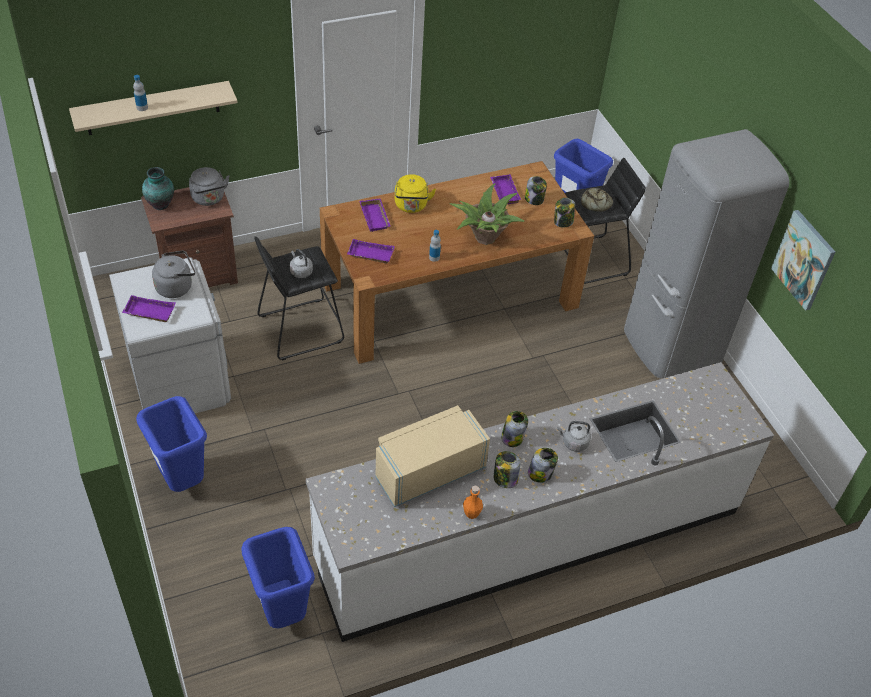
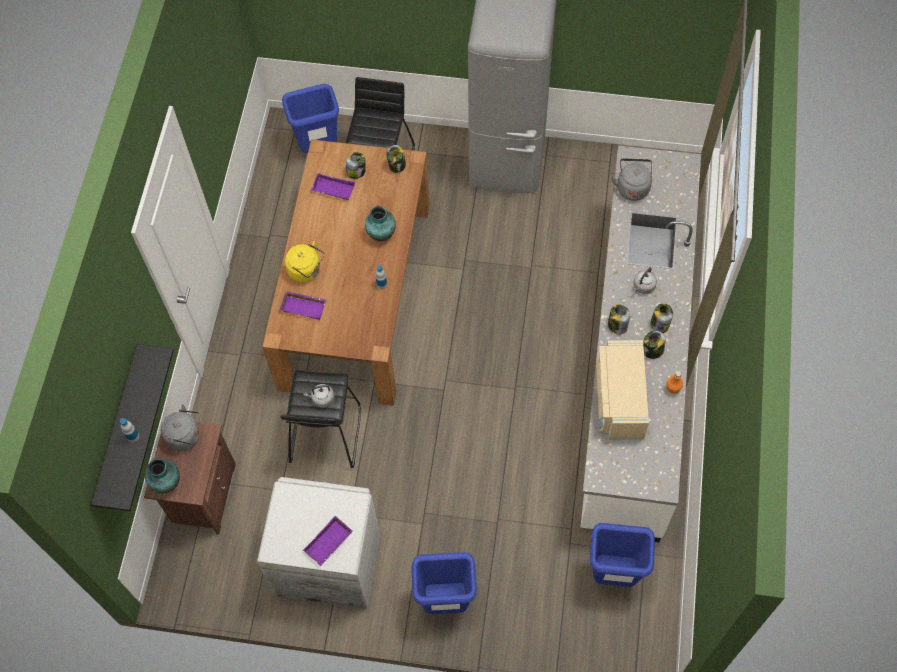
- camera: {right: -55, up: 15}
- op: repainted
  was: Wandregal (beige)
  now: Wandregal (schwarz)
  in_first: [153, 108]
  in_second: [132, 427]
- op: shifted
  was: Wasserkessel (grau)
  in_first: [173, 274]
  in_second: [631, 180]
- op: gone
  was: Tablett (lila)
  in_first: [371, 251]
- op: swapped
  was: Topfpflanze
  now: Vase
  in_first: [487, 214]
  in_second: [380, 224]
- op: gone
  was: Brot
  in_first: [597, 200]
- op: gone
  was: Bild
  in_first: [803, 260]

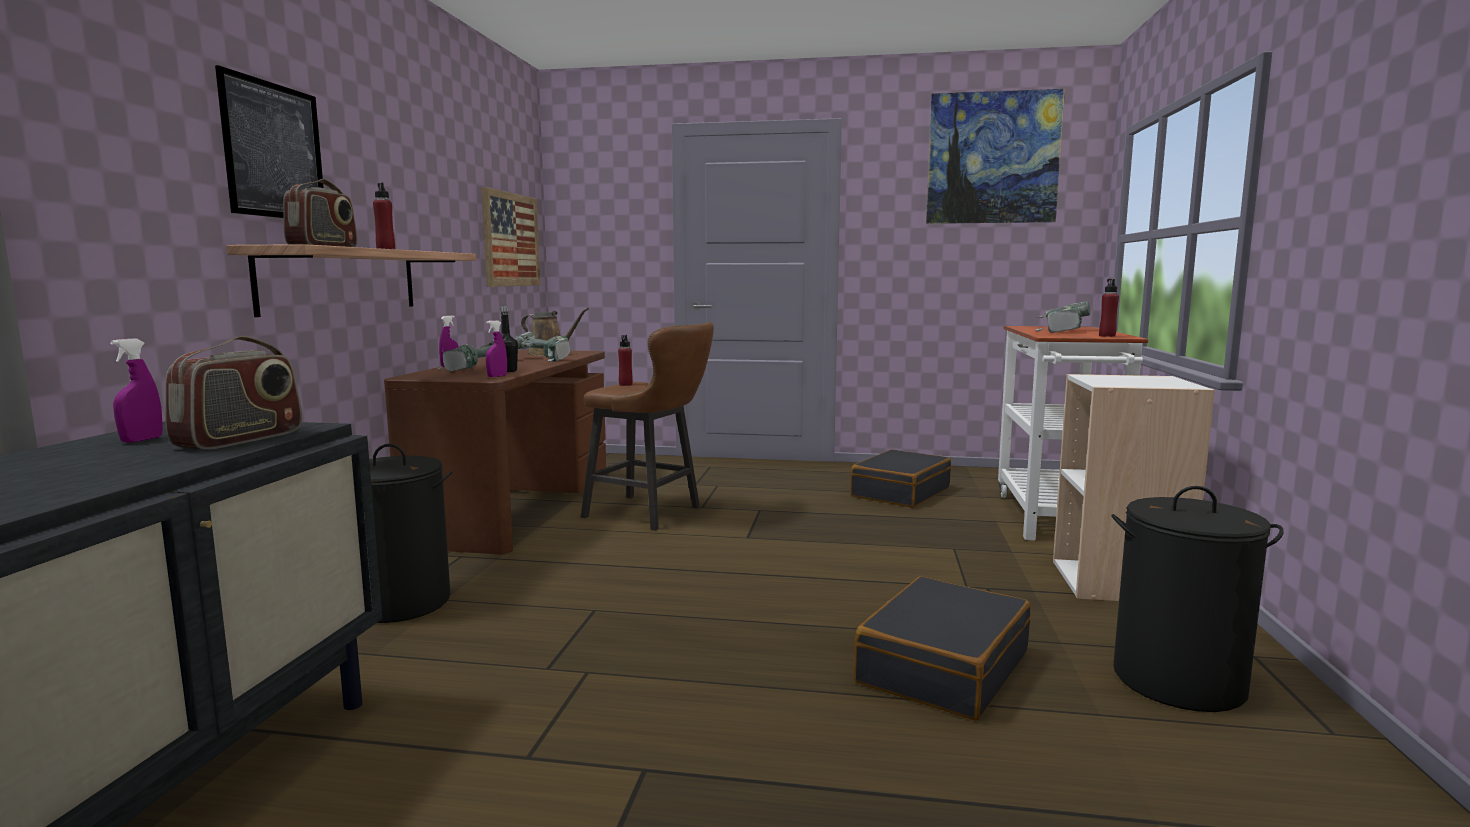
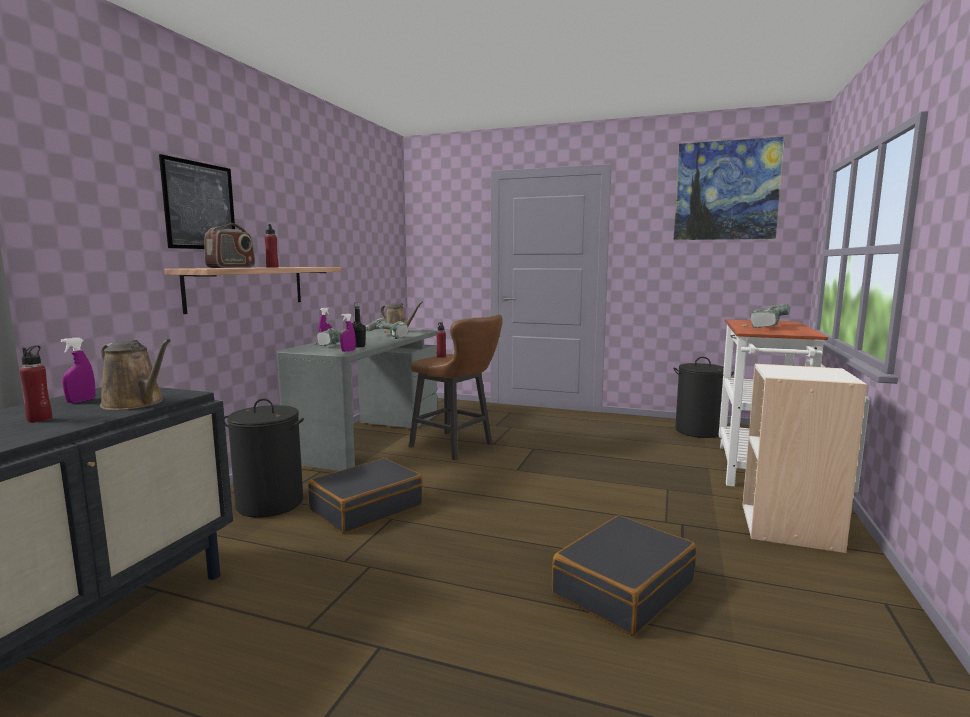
- camera: {right: 10, up: 0}
- op: swapped
  was: Radio
  now: Gießkanne (braun)
  in_first: [233, 393]
  in_second: [135, 374]
- op: repainted
  was: Schreibtisch (braun)
  now: Schreibtisch (grau)
  in_first: [495, 452]
  in_second: [356, 400]
- op: gone
  was: Bild
  in_first: [510, 237]
- op: shifted
  was: Koffer (schwarz)
  in_first: [900, 478]
  in_second: [365, 496]
- op: shifted
  was: Flasche (rot)
  in_first: [1109, 308]
  in_second: [35, 384]
- op: shifted
  was: Wäschekorb (schwarz)
  in_first: [1197, 599]
  in_second: [703, 397]

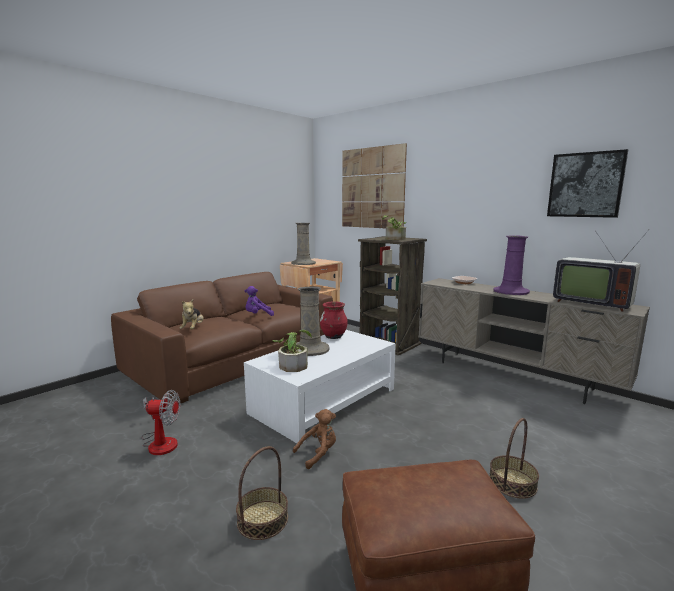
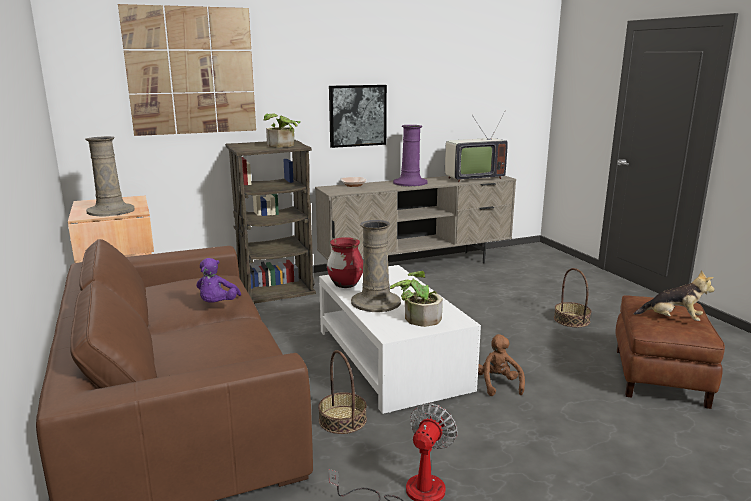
- camera: {right: -65, up: 5}
- op: shifted
  was: Plüschtier
  in_first: [192, 314]
  in_second: [674, 295]
- op: shifted
  was: Korb
  in_first: [262, 493]
  in_second: [342, 392]
- op: shifted
  was: Bild
  in_first: [587, 183]
  in_second: [358, 116]

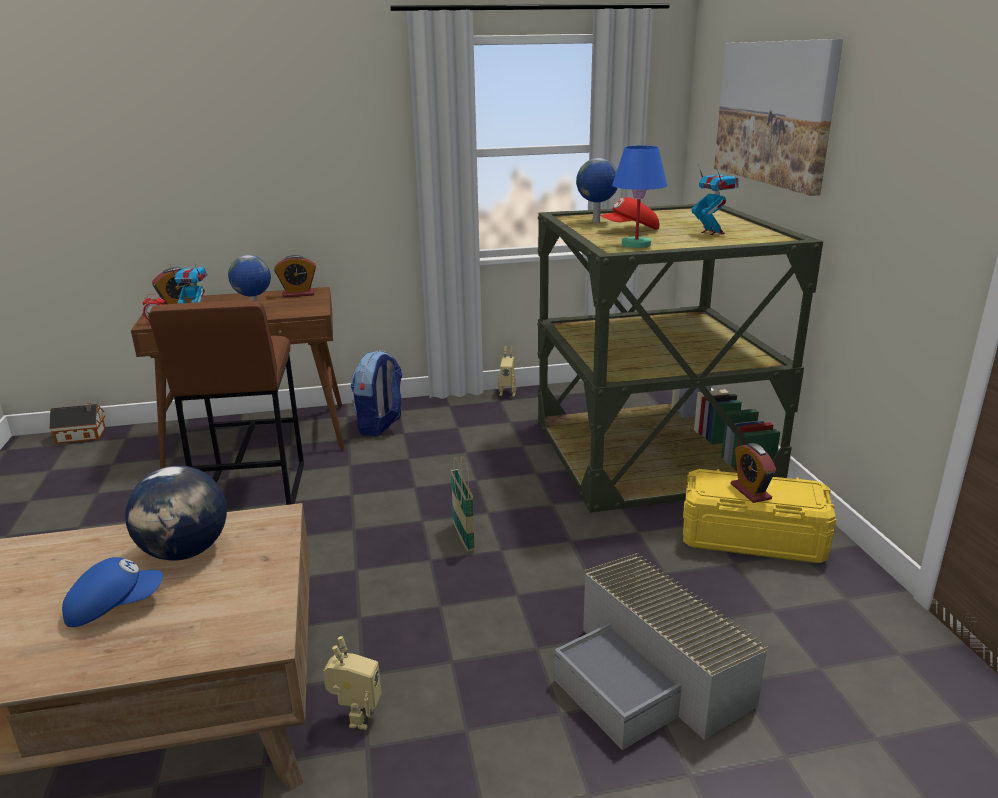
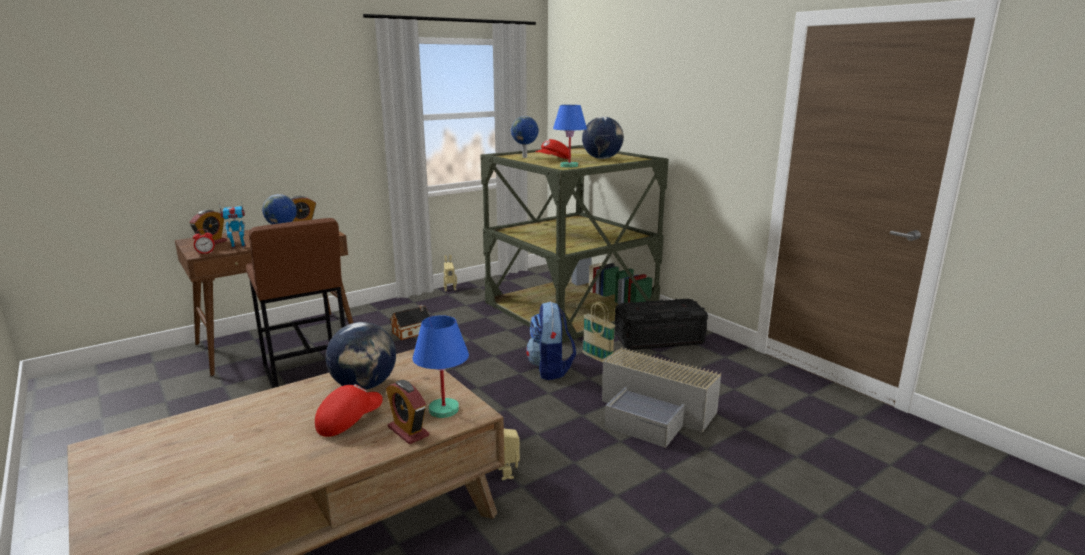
- camera: {right: -25, up: -5}
- op: shifted
  was: Spielzeughaus
  in_first: [77, 423]
  in_second: [410, 322]
- op: repainted
  was: Kappe (blau)
  now: Kappe (rot)
  in_first: [112, 592]
  in_second: [349, 410]
- op: shifted
  was: Rucksack
  in_first: [376, 393]
  in_second: [551, 340]
- op: shifted
  was: Korb
  in_first: [463, 504]
  in_second: [599, 332]
- op: repainted
  was: Aufbewahrungsbox (gelb)
  now: Aufbewahrungsbox (schwarz)
  in_first: [759, 516]
  in_second: [661, 324]
- op: swapped
  was: Spielzeugroboter
  now: Globus
  in_first: [715, 199]
  in_second: [603, 138]
- op: gone
  was: Bild
  in_first: [778, 117]
- op: shifted
  was: Wecker
  in_first: [753, 473]
  in_second: [407, 412]
- op: new
  now: Tischlampe (blau)
  in_second: [440, 366]

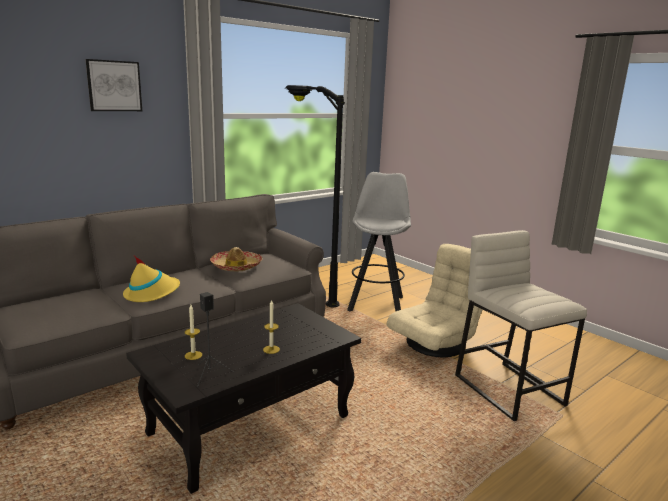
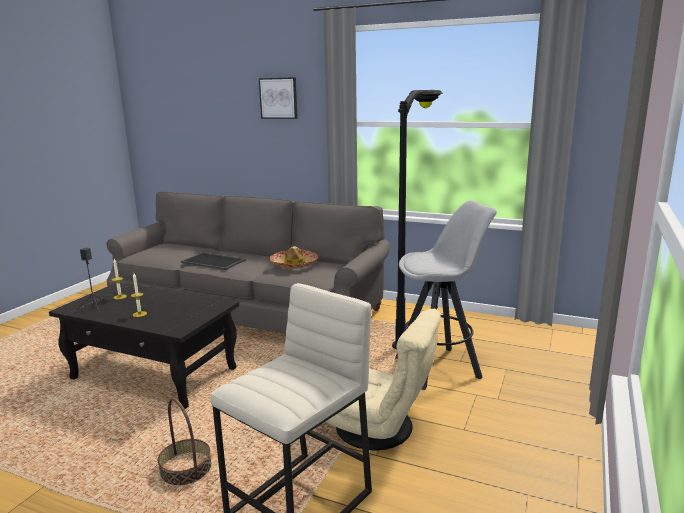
- camera: {right: 65, up: 0}
- op: swapped
  was: Hut (gelb)
  now: Tablett
  in_first: [151, 279]
  in_second: [213, 261]
- op: new
  now: Korb
  in_second: [185, 442]

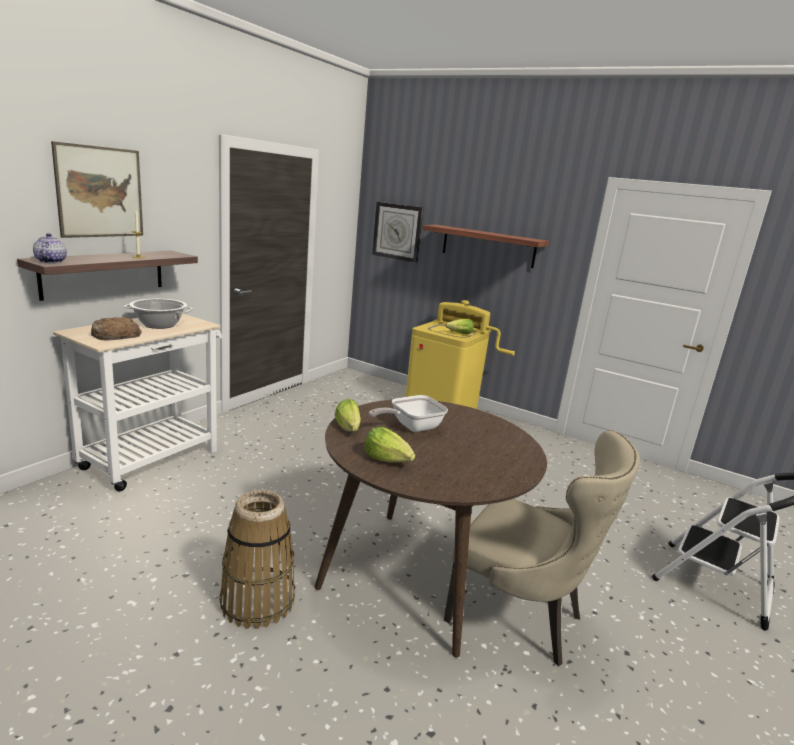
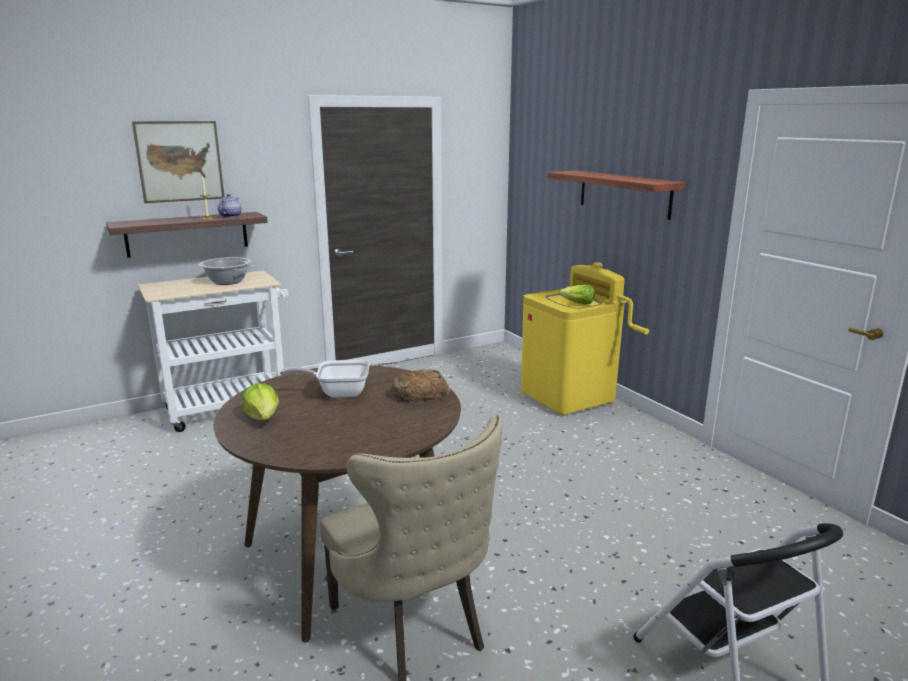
- camera: {right: 30, up: 0}
- op: shifted
  was: Teekanne
  in_first: [50, 248]
  in_second: [229, 206]
- op: shifted
  was: Brot
  in_first: [116, 328]
  in_second: [421, 386]
- op: gone
  was: Korb
  in_first: [257, 559]
- op: gone
  was: Salatkopf
  in_first: [347, 415]
- op: gone
  was: Wanduhr
  in_first: [398, 232]

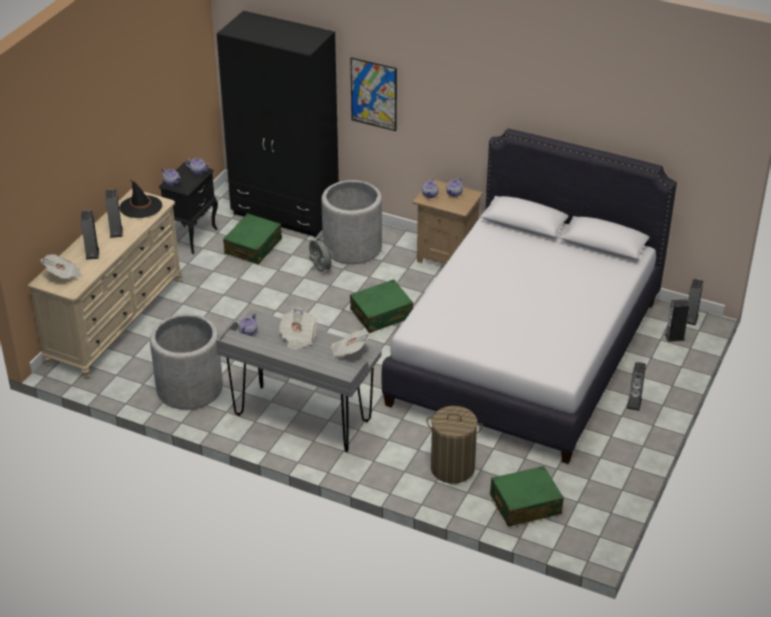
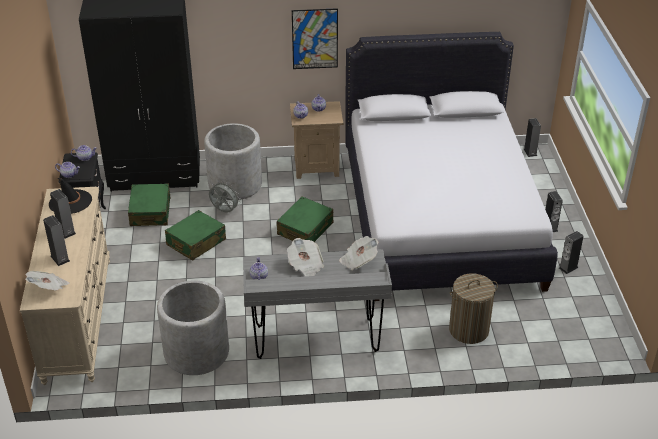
- camera: {right: -30, up: 0}
- op: shifted
  was: Bild
  in_first: [374, 94]
  in_second: [315, 38]
- op: shifted
  was: Koffer (grün)
  in_first: [527, 496]
  in_second: [195, 235]
- op: shifted
  was: Lautsprecher
  in_first: [677, 320]
  in_second: [571, 252]

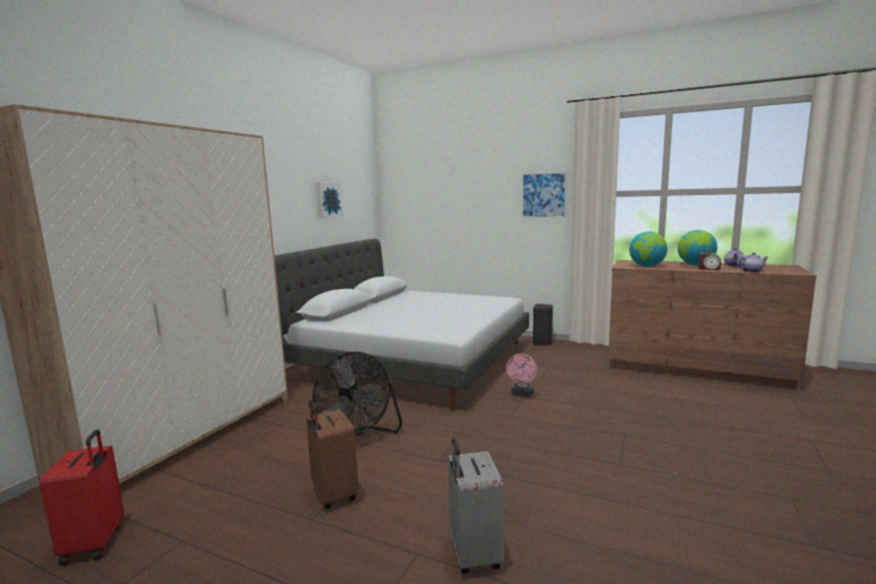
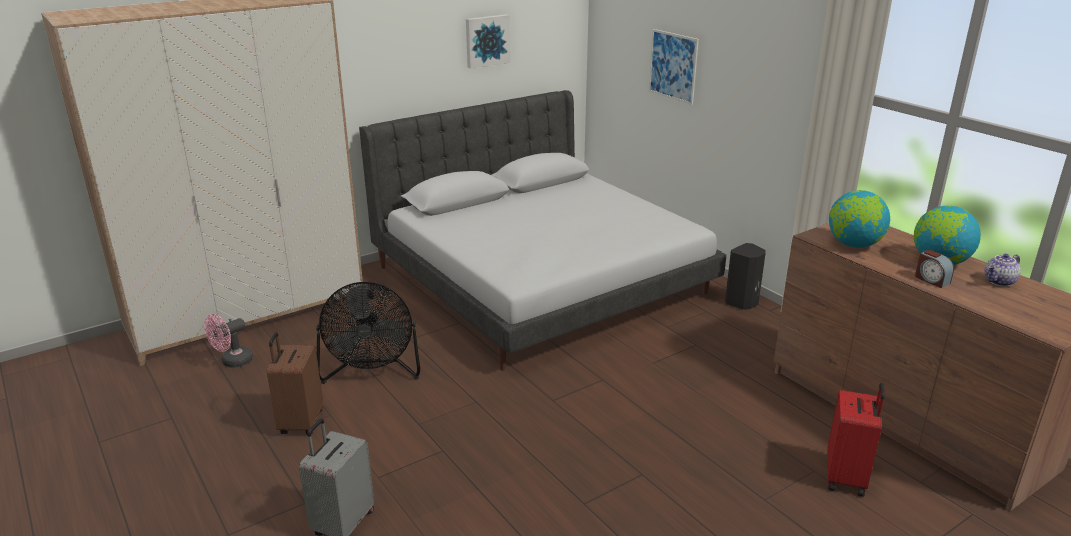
- camera: {right: 30, up: 15}
- op: shifted
  was: Koffer (rot)
  in_first: [81, 497]
  in_second: [856, 440]
- op: shifted
  was: Ventilator (rosa)
  in_first: [521, 375]
  in_second: [229, 341]
- op: shifted
  was: Bild
  in_first: [544, 194]
  in_second: [674, 67]
- op: gone
  was: Teekanne
  in_first: [752, 262]

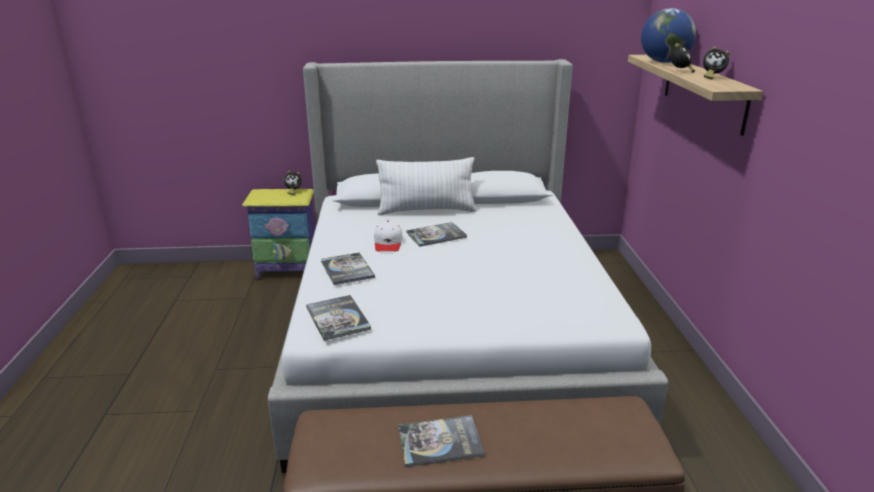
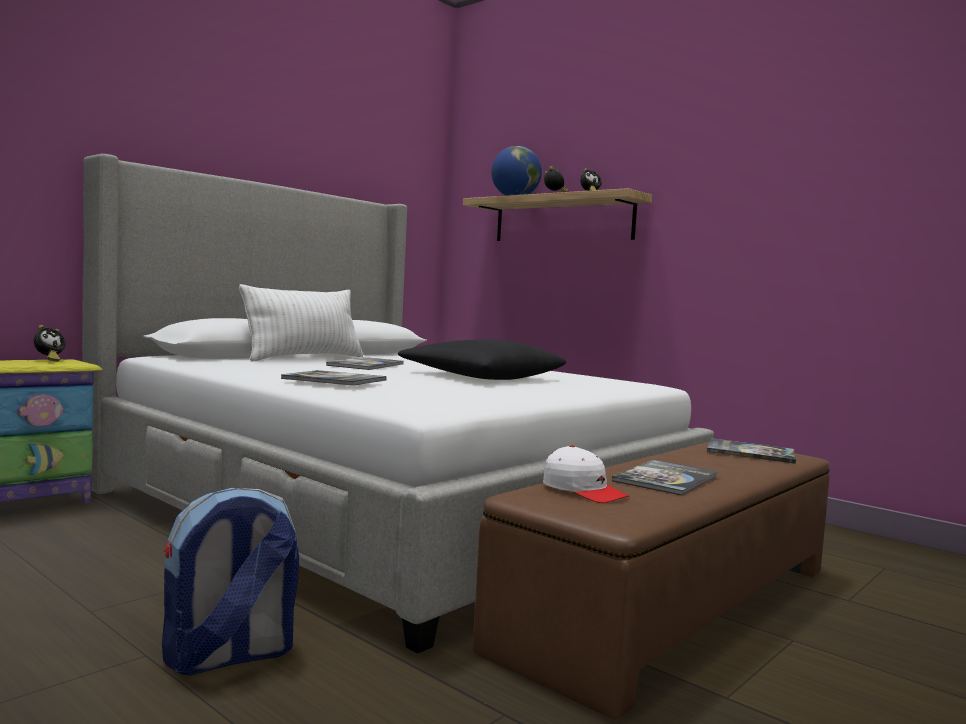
- camera: {right: -45, up: -20}
- op: shifted
  was: Buch
  in_first: [338, 318]
  in_second: [751, 451]
- op: shifted
  was: Kappe (weiß)
  in_first: [388, 236]
  in_second: [586, 474]
- op: new
  now: Rucksack
  in_second: [230, 581]
- op: new
  now: Kissen (schwarz)
  in_second: [482, 359]

